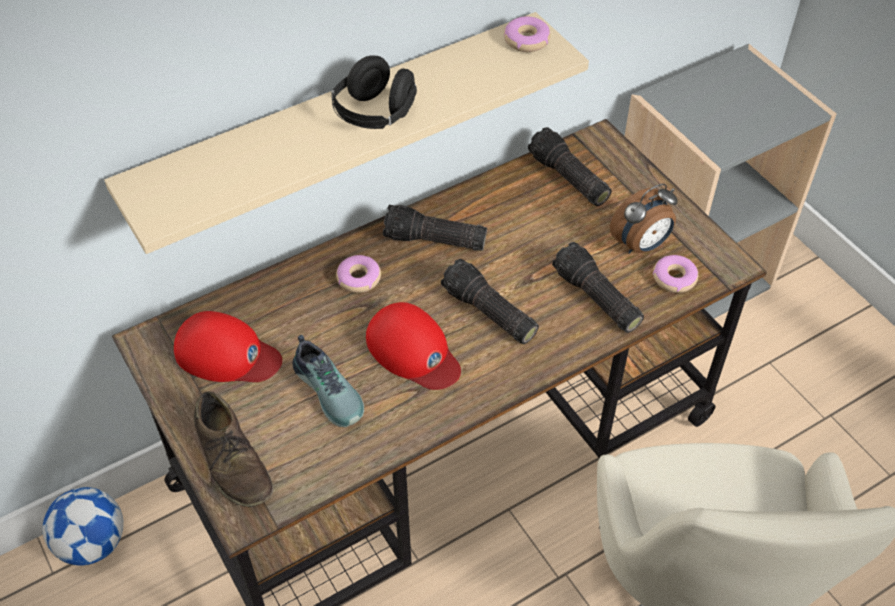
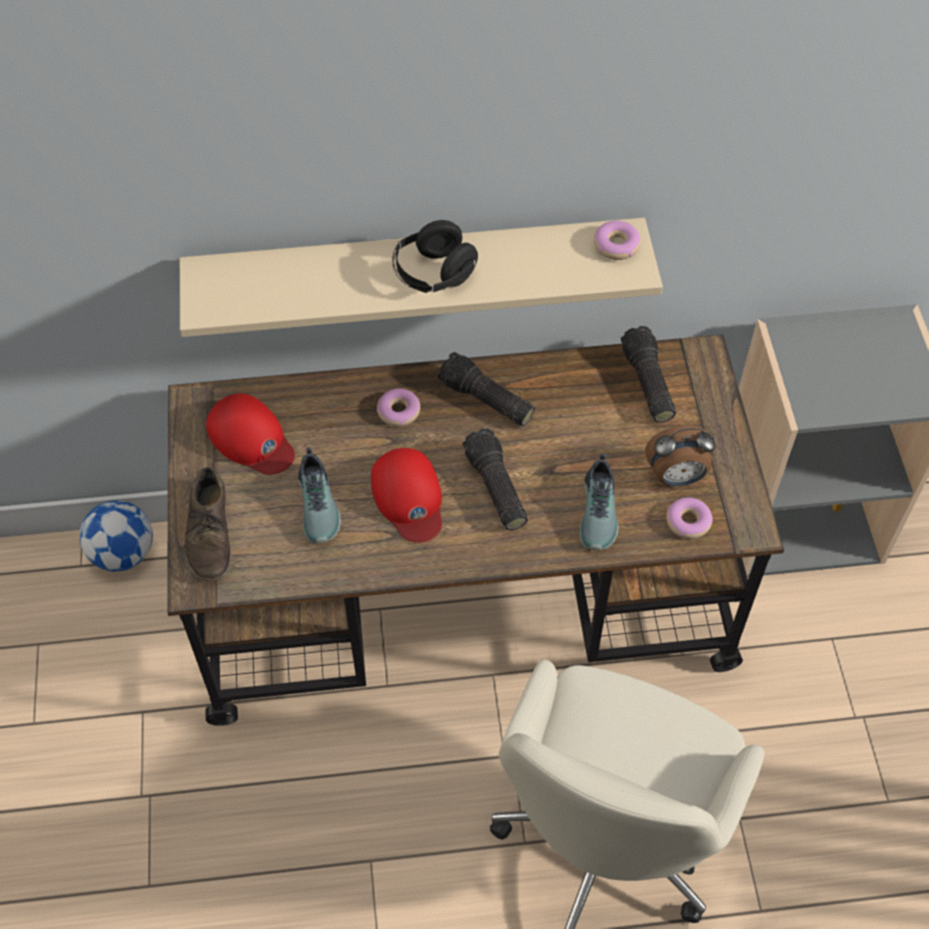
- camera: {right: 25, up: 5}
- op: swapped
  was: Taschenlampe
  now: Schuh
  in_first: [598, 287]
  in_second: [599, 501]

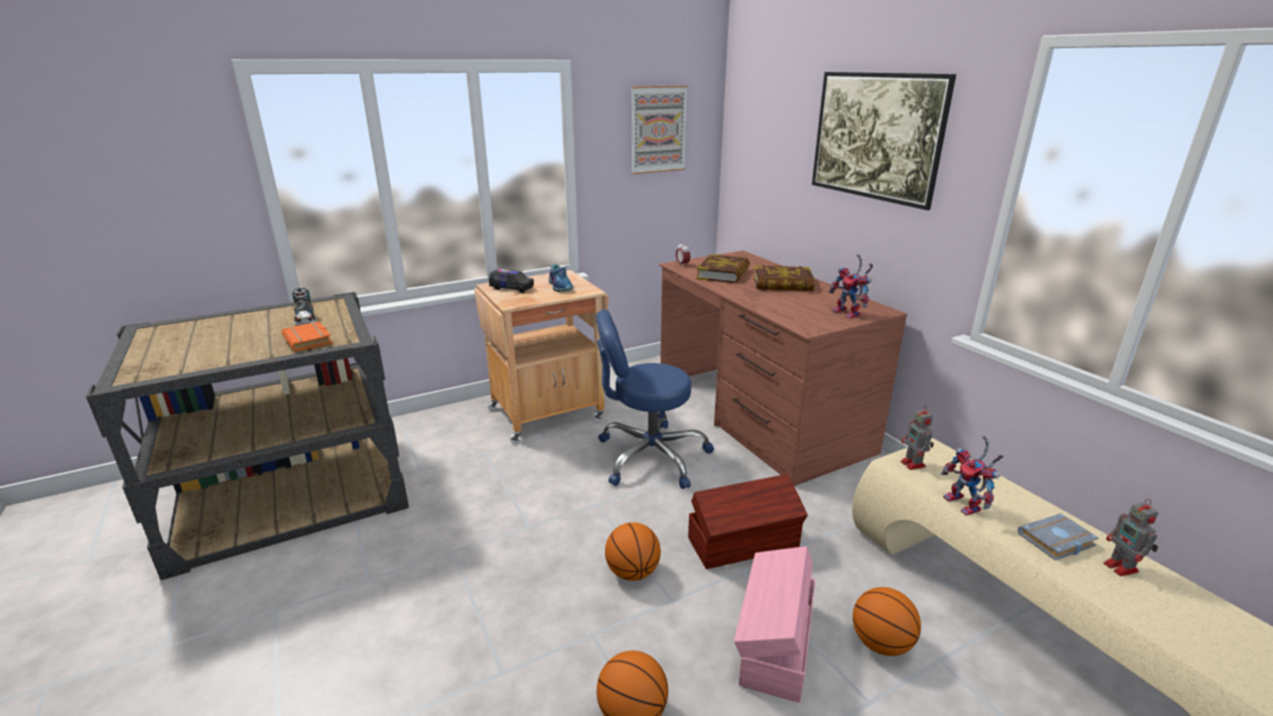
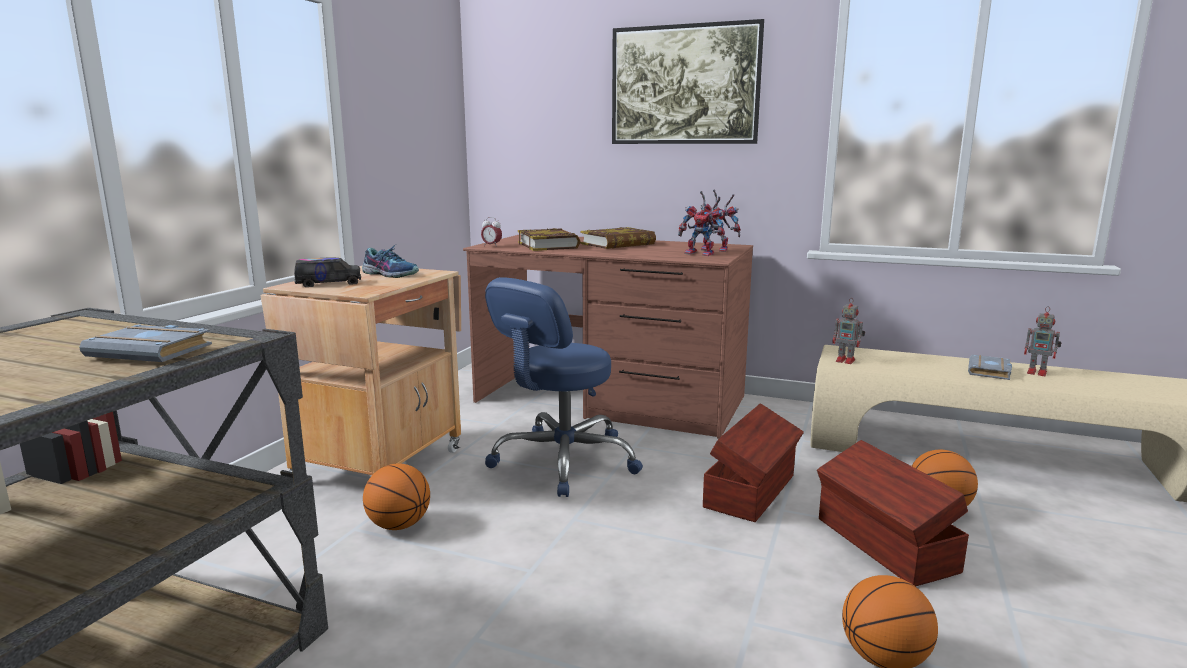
- camera: {right: -40, up: -10}
- op: repainted
  was: Buch (orange)
  now: Buch (grau)
  in_first: [307, 336]
  in_second: [145, 343]
- op: gone
  was: Schuh
  in_first: [304, 307]
- op: shifted
  was: Basketball
  in_first: [633, 551]
  in_second: [396, 496]
- op: gone
  was: Bild
  in_first: [659, 129]
- op: repainted
  was: Aufbewahrungsbox (rosa)
  now: Aufbewahrungsbox (braun)
  in_first: [774, 624]
  in_second: [893, 513]
- op: shifted
  was: Spielzeugroboter
  in_first: [972, 476]
  in_second: [701, 223]

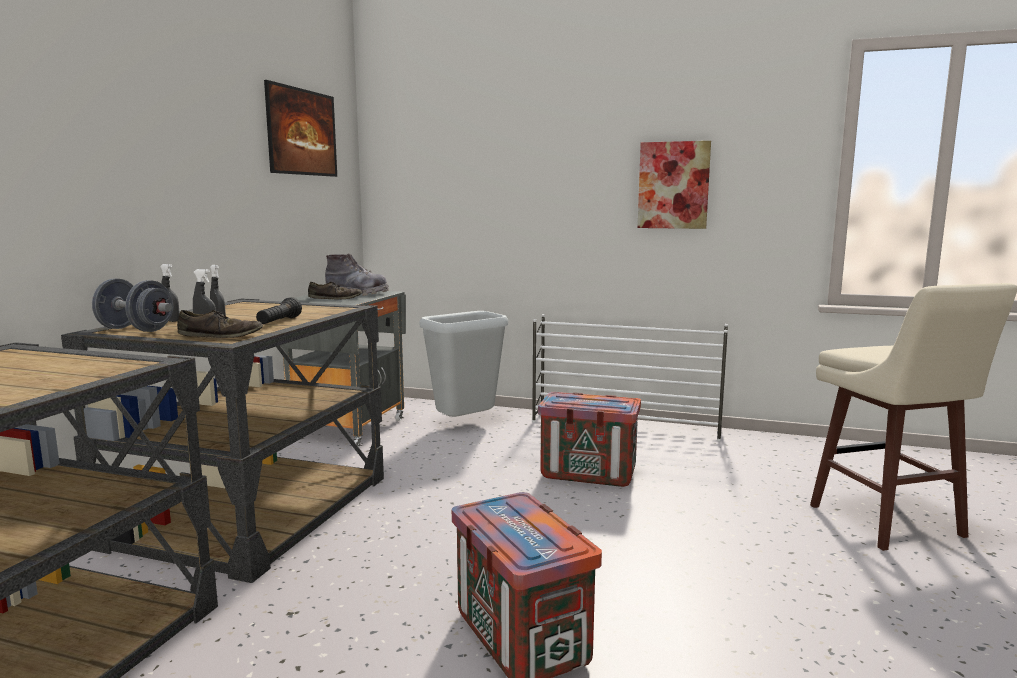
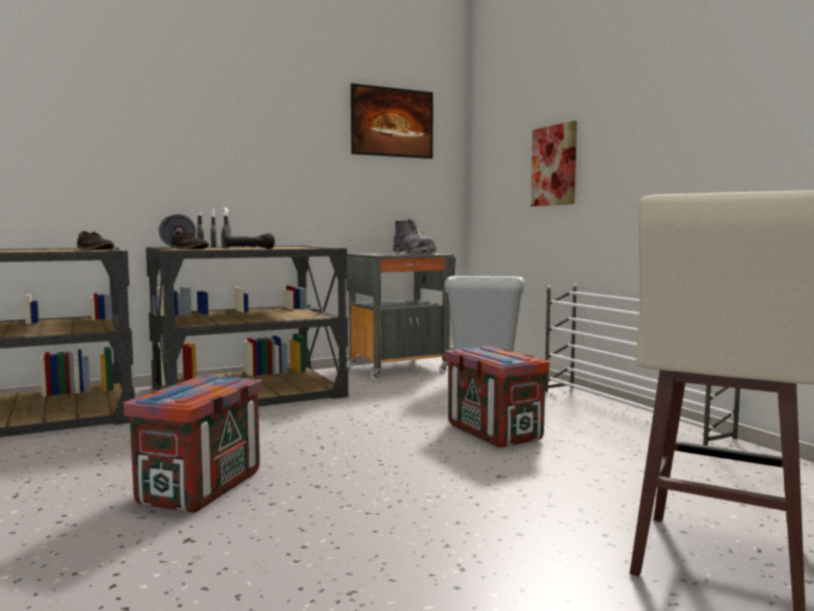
- camera: {right: 45, up: -5}
- op: shifted
  was: Schuh (braun)
  in_first: [335, 290]
  in_second: [95, 240]
- op: shifted
  was: Bild
  in_first: [674, 185]
  in_second: [554, 163]

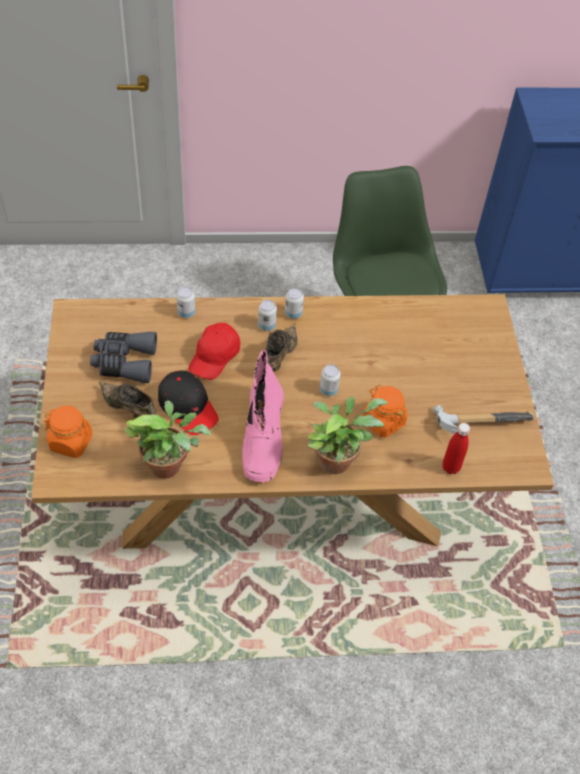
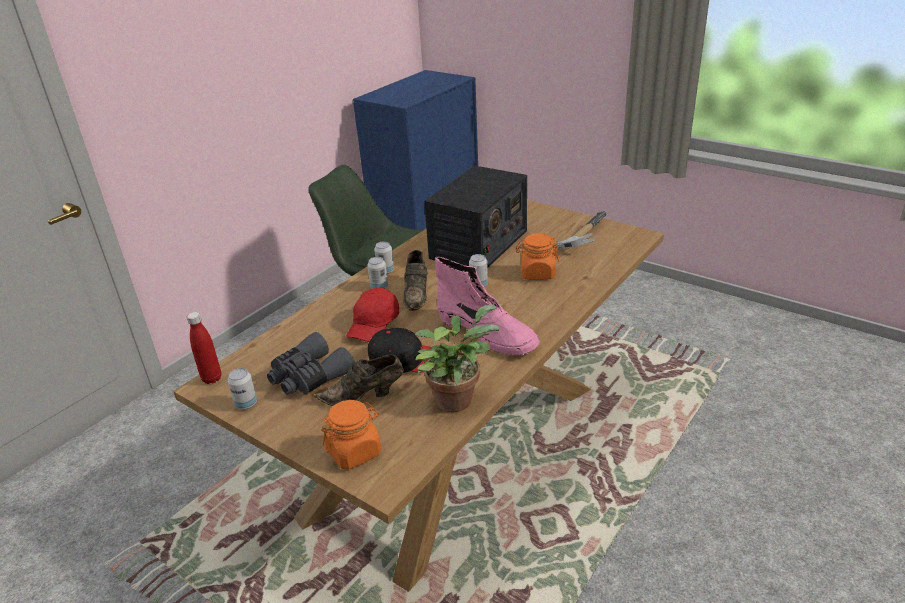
- camera: {right: -45, up: -20}
- op: shifted
  was: Dose
  in_first: [186, 302]
  in_second: [242, 389]
- op: rotated
  was: Kappe (rot)
  in_first: [214, 351]
  in_second: [372, 315]
  clockwise: 45
- op: rotated
  was: Schuh (braun)
  in_first: [281, 347]
  in_second: [415, 280]
  clockwise: -150
- op: gone
  was: Topfpflanze
  in_first: [347, 435]
- op: shifted
  was: Flasche (rot)
  in_first: [456, 448]
  in_second: [204, 348]
- op: new
  now: Radio
  in_second: [475, 216]

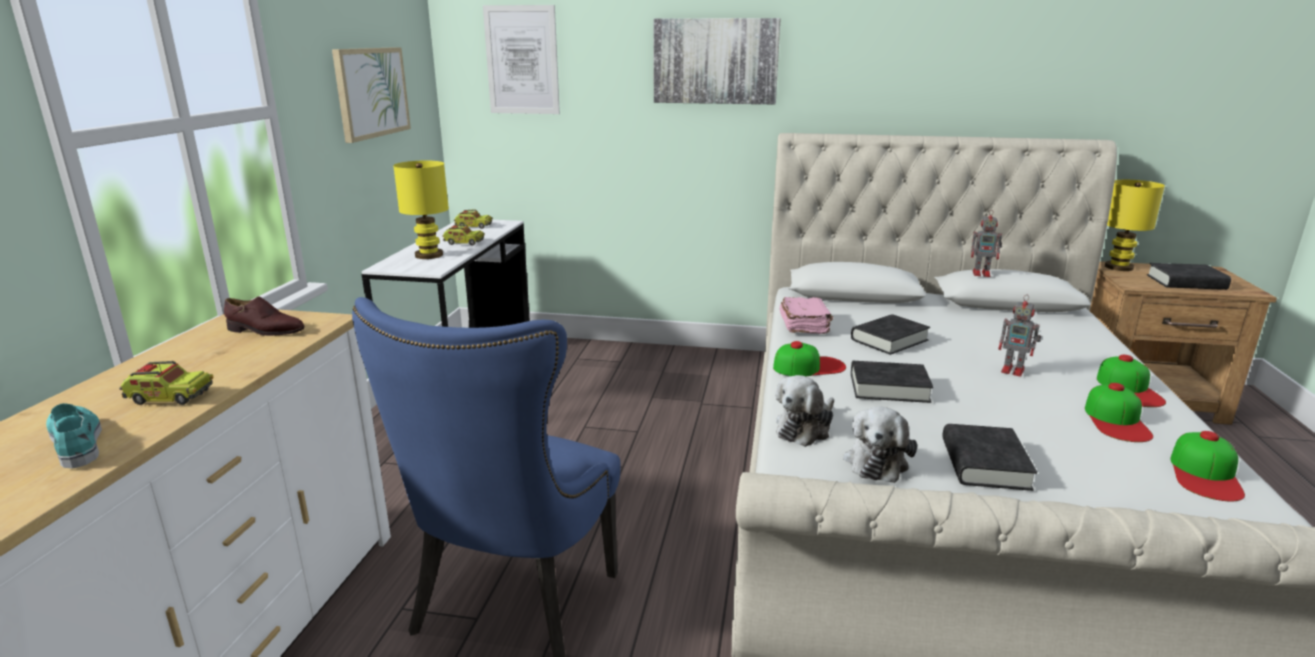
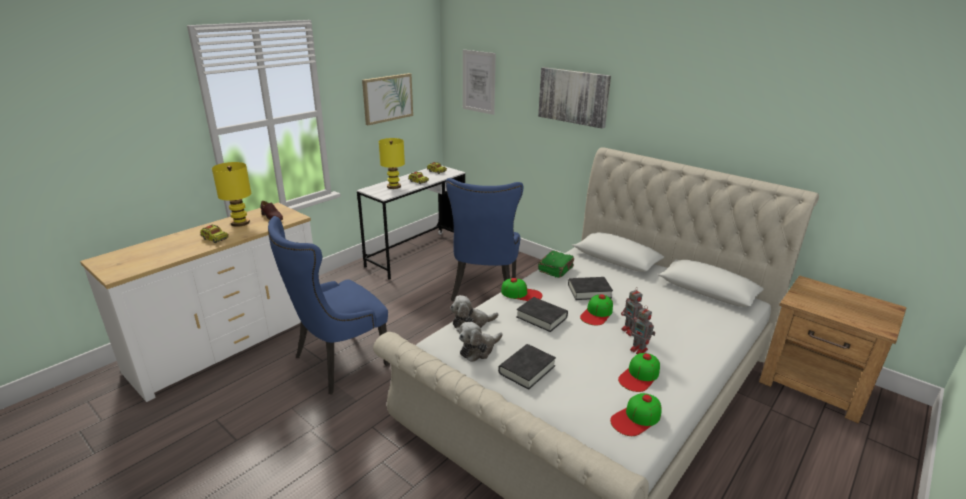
- camera: {right: 30, up: 5}
- op: gone
  was: Schuh (türkis)
  in_first: [74, 436]
- op: repainted
  was: Buch (rosa)
  now: Buch (grün)
  in_first: [806, 315]
  in_second: [556, 264]
- op: shifted
  was: Spielzeugroboter
  in_first: [986, 243]
  in_second: [642, 329]
- op: shifted
  was: Kappe
  in_first: [1131, 381]
  in_second: [596, 309]
- op: shifted
  was: Tischlampe (gelb)
  in_first: [1135, 225]
  in_second: [231, 194]
- op: gone
  was: Buch (schwarz)
  in_first: [1189, 276]
- op: new
  now: Stuhl (blau)
  in_second: [485, 240]

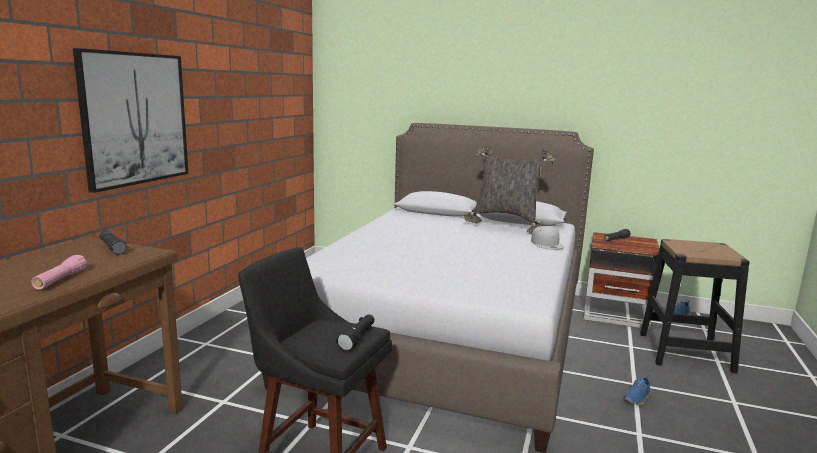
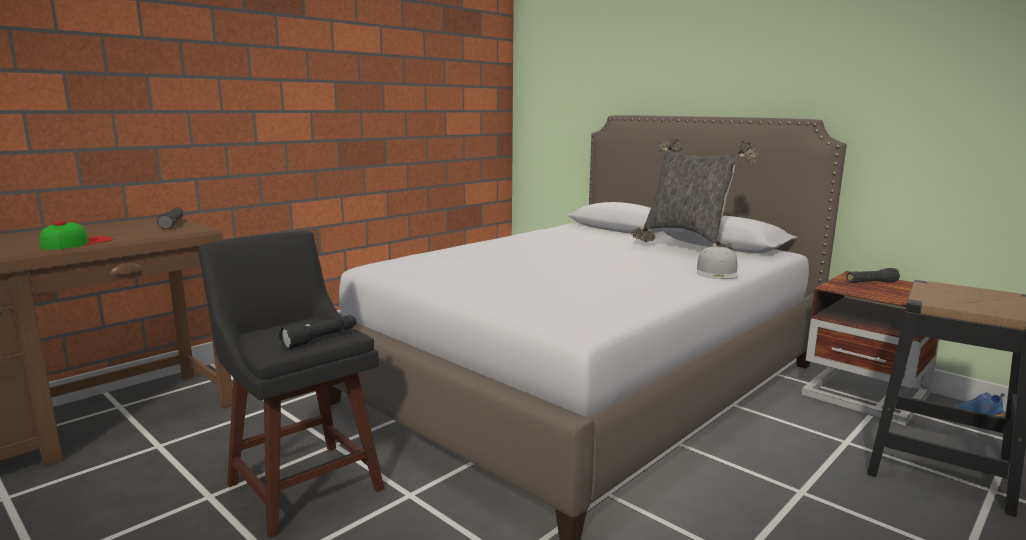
- camera: {right: 25, up: 0}
- op: swapped
  was: Taschenlampe (rosa)
  now: Kappe
  in_first: [59, 272]
  in_second: [77, 235]
- op: gone
  was: Bild
  in_first: [131, 120]
- op: gone
  was: Schuh (blau)
  in_first: [636, 390]

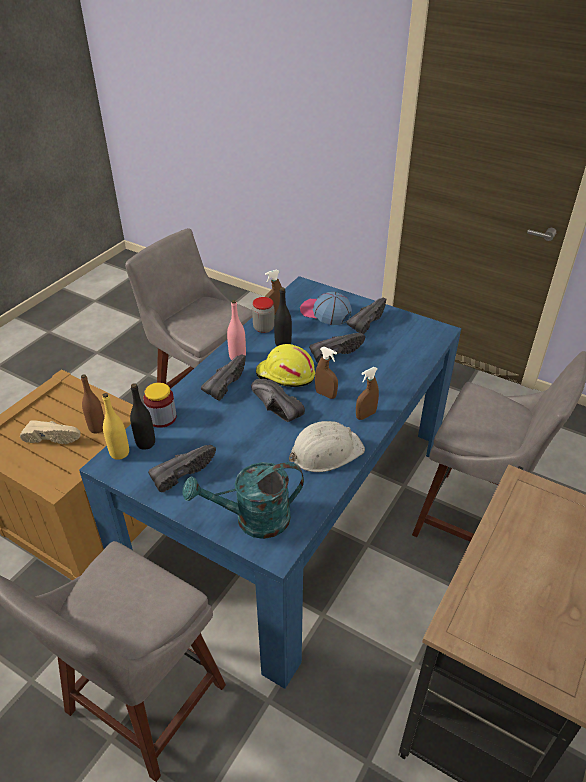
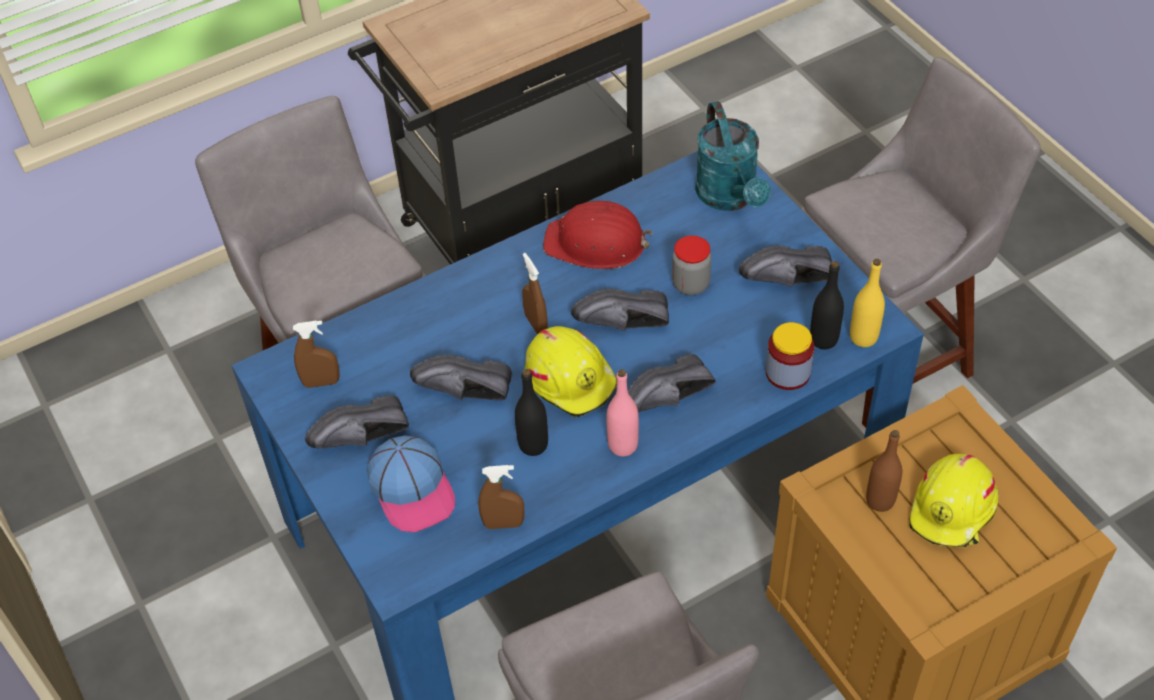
- camera: {right: -150, up: 10}
- op: swapped
  was: Schuh (beige)
  now: Schutzhelm (gelb)
  in_first: [50, 432]
  in_second: [953, 500]
- op: rotated
  was: Gießkanne (türkis)
  in_first: [243, 500]
  in_second: [733, 156]
  clockwise: 60
- op: rotated
  was: Schuh (schwarz)
  in_first: [278, 400]
  in_second: [620, 309]
  clockwise: 105
- op: shifted
  was: Vorratsglas
  in_first: [263, 315]
  in_second: [691, 265]
- op: repainted
  was: Schutzhelm (weiß)
  now: Schutzhelm (rot)
  in_first: [327, 446]
  in_second: [598, 235]
- op: shifted
  was: Sprühflasche (braun)
  in_first: [367, 393]
  in_second: [316, 354]

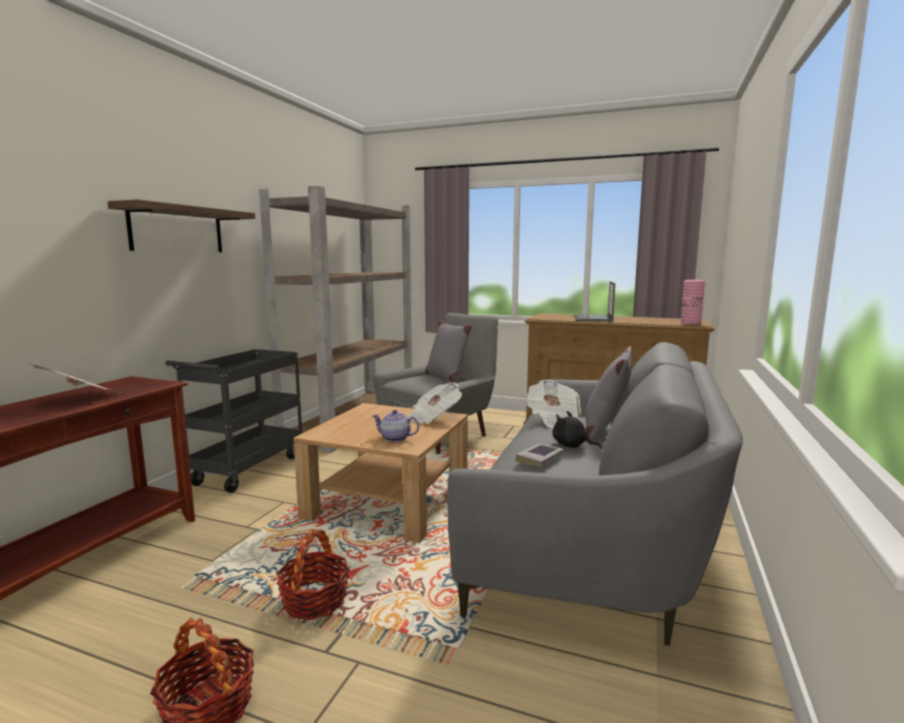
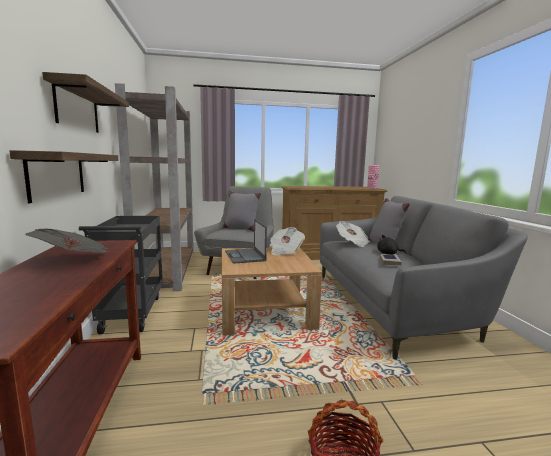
- camera: {right: -30, up: 0}
- op: gone
  was: Korb
  in_first: [313, 574]
- op: gone
  was: Teekanne
  in_first: [396, 426]
- op: shifted
  was: Laptop
  in_first: [595, 301]
  in_second: [246, 241]
- op: new
  now: Wandregal
  in_second: [64, 176]

